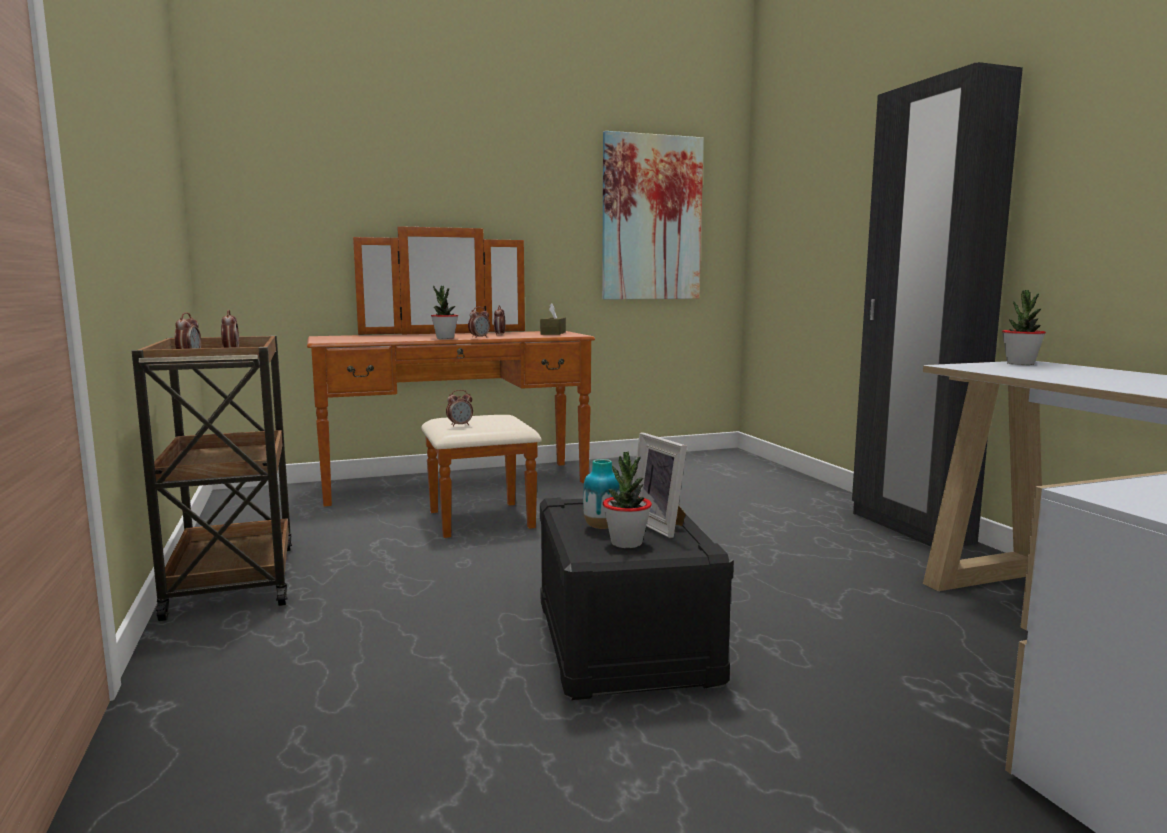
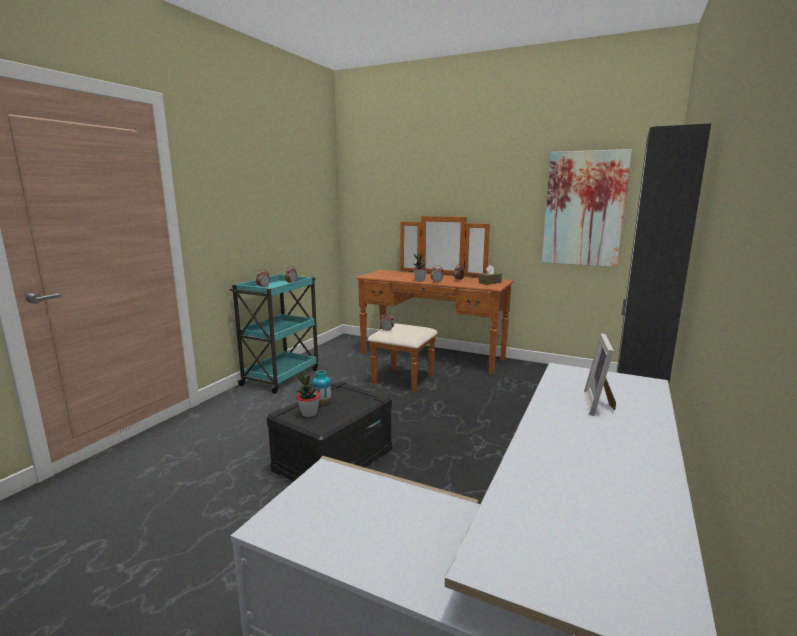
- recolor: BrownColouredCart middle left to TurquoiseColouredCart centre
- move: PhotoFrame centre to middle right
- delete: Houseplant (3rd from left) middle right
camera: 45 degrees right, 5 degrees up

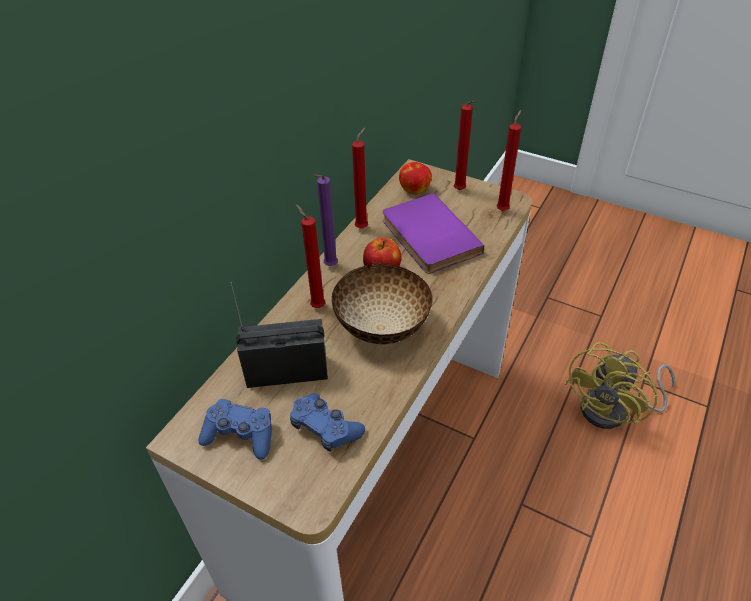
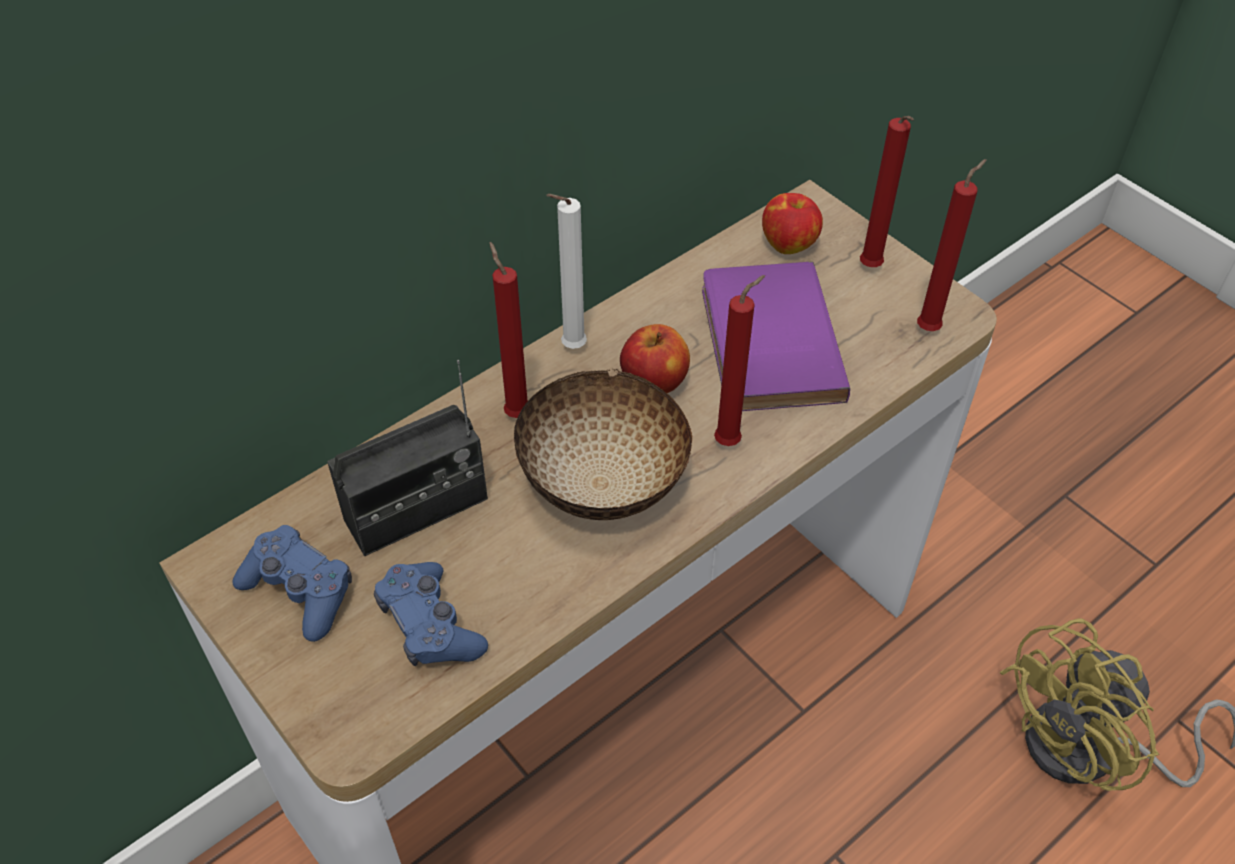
- rotate: RadioSet centre = middle left 135 degrees clockwise
- recolor: PurplishWaxCandle centre to WhiteWaxCandle top centre
- move: RedColouredWaxCandle (2nd from left) top centre to centre
camera: 20 degrees right, 5 degrees up

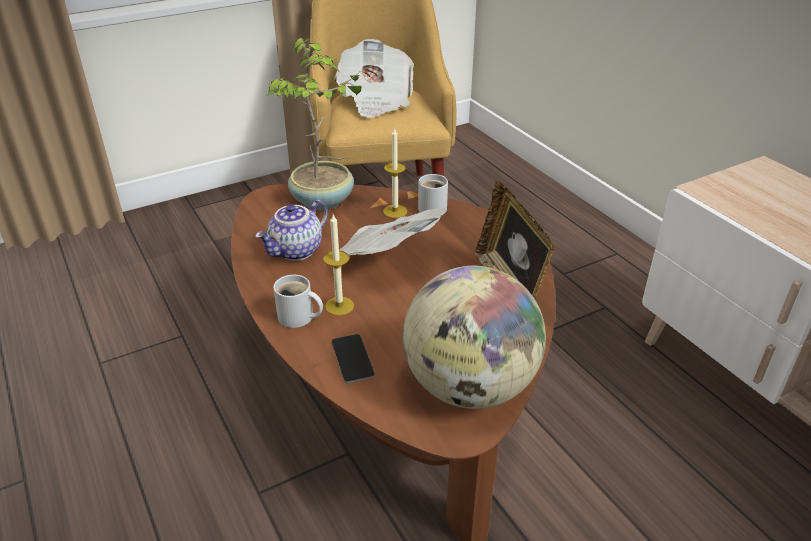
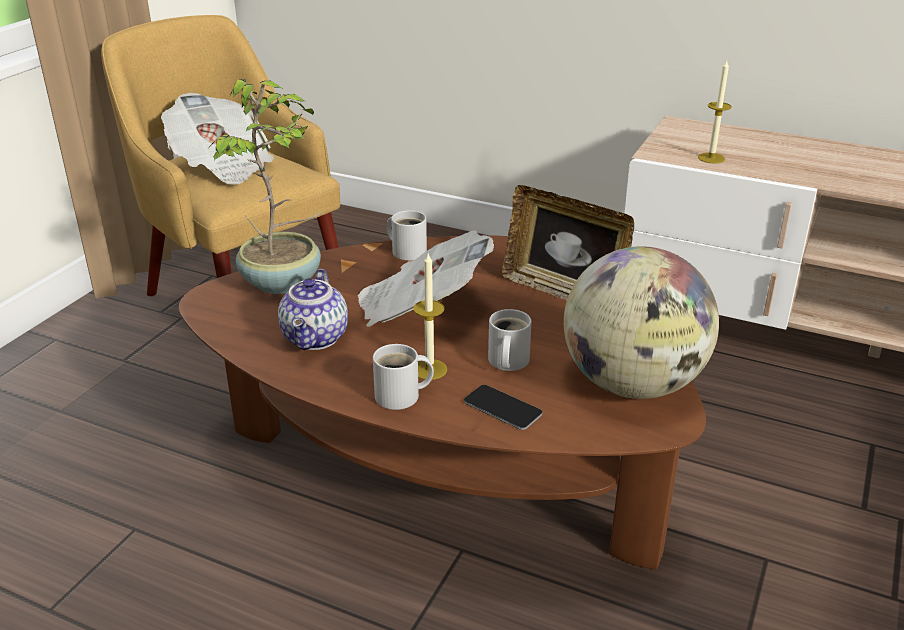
- move: WaxCandle (2nd from left) top centre to top right
- insert: WhiteTeaMug (3rd from left) centre
camera: 35 degrees left, 5 degrees down

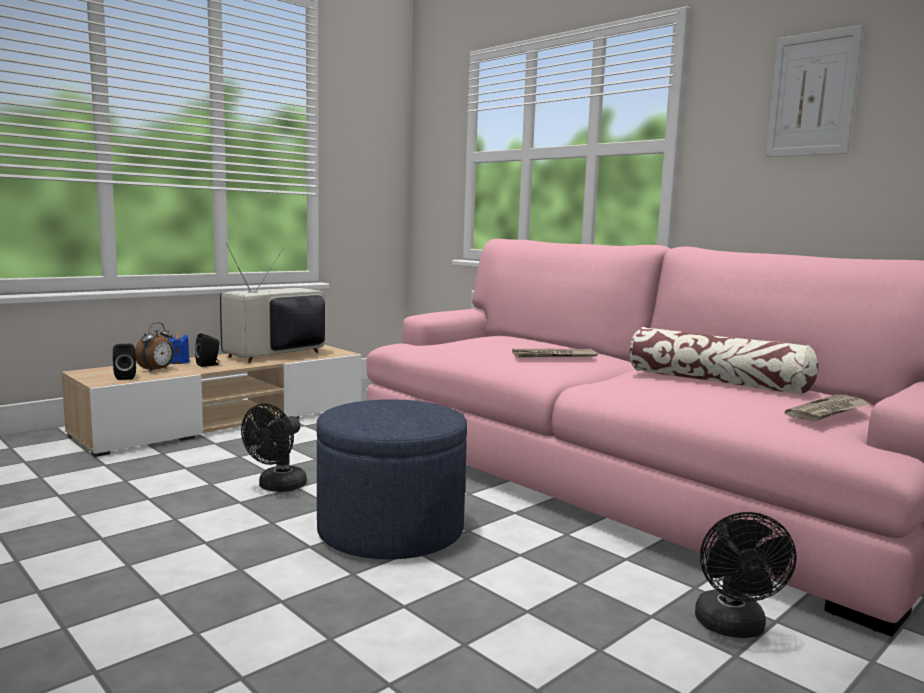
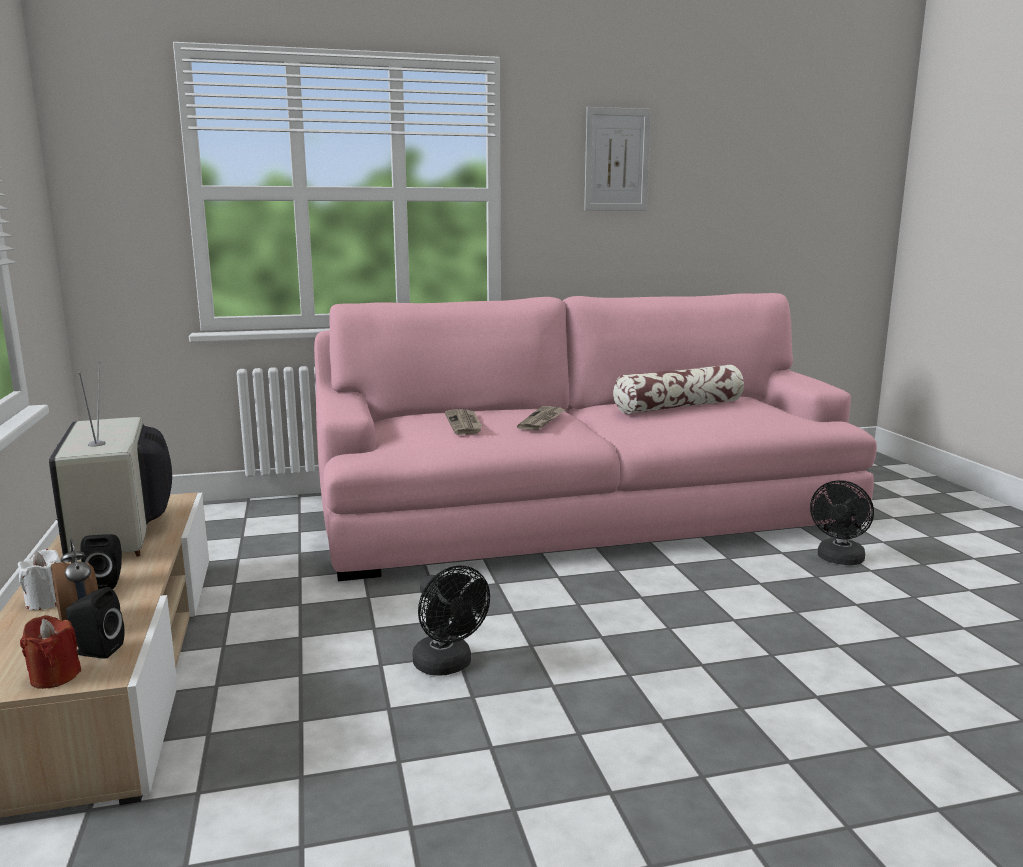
- recolor: BlueColouredWaxCandle middle left to WhiteWaxCandle bottom left
- delete: BlueColouredOttoman bottom centre
- rotate: BlackishFan (2nd from left) bottom right = middle right 90 degrees clockwise
- move: Newspaper (2nd from left in the first image) middle right to Newspaper (1st from left) centre
- insert: RedColouredWaxCandle bottom left
camera: 60 degrees left, 5 degrees up

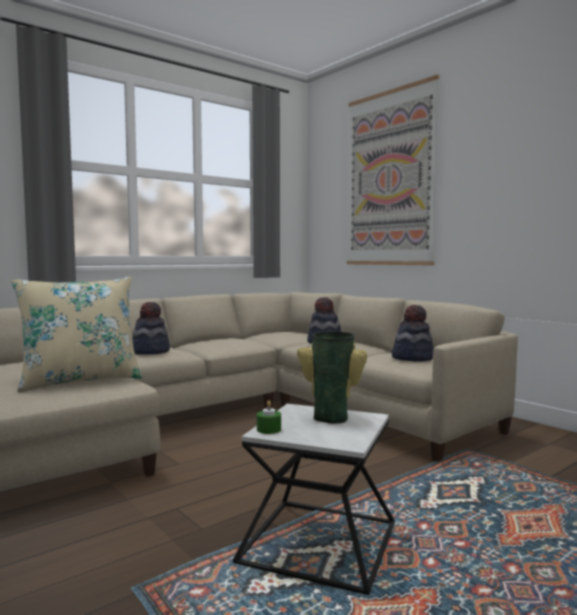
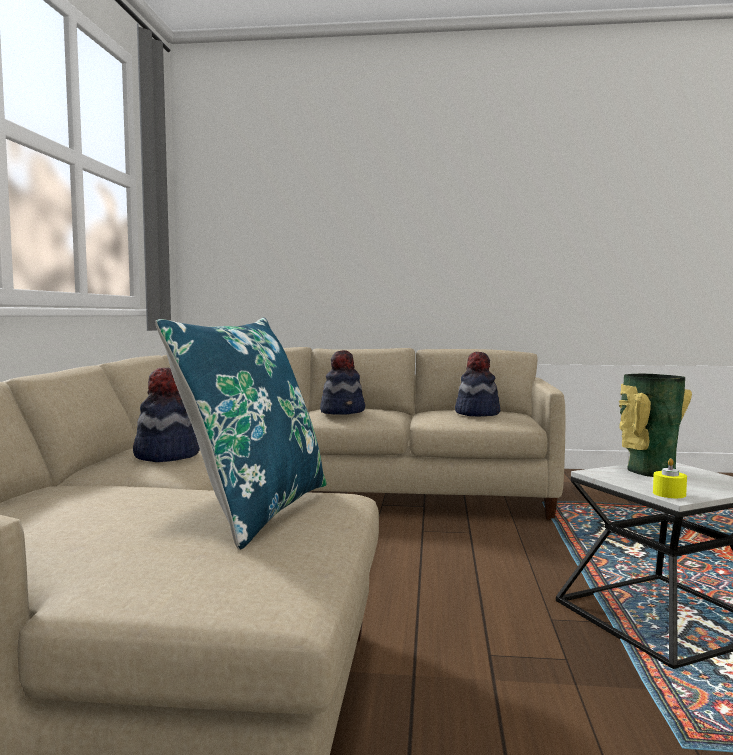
- recolor: BeigeColouredCushion middle left to BlueColouredCushion middle left
- recolor: GreenishWaxCandle bottom centre to YellowWaxCandle middle right
- delete: Picture top right
camera: 45 degrees left, 0 degrees up

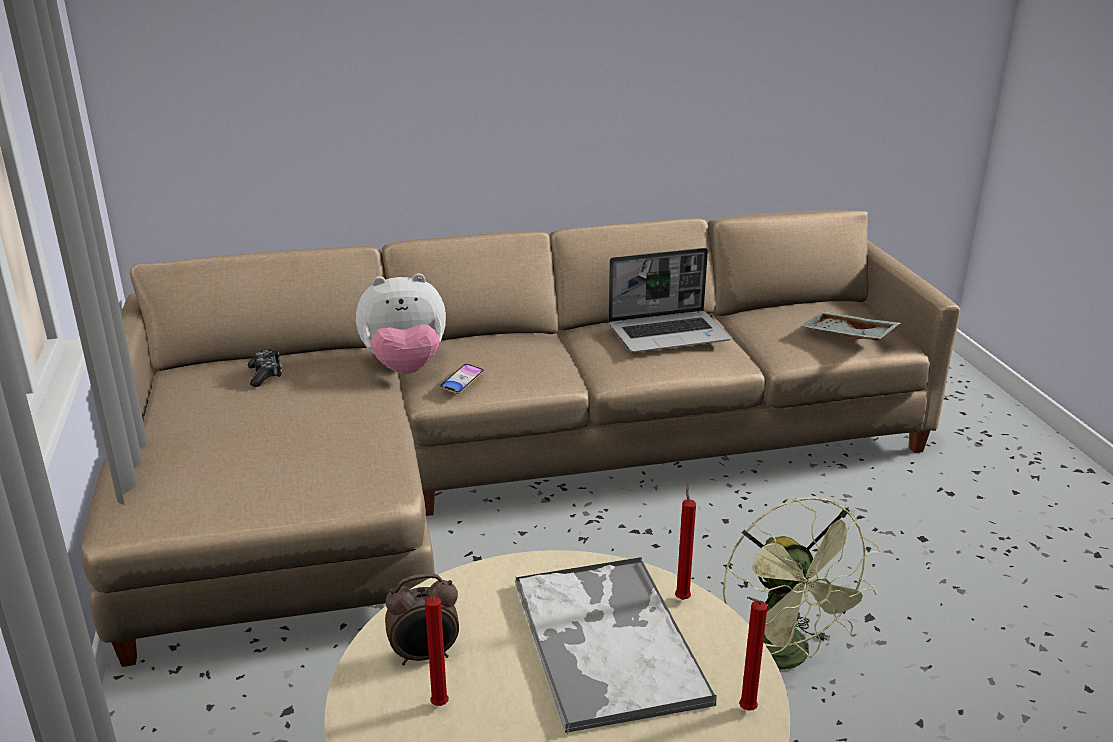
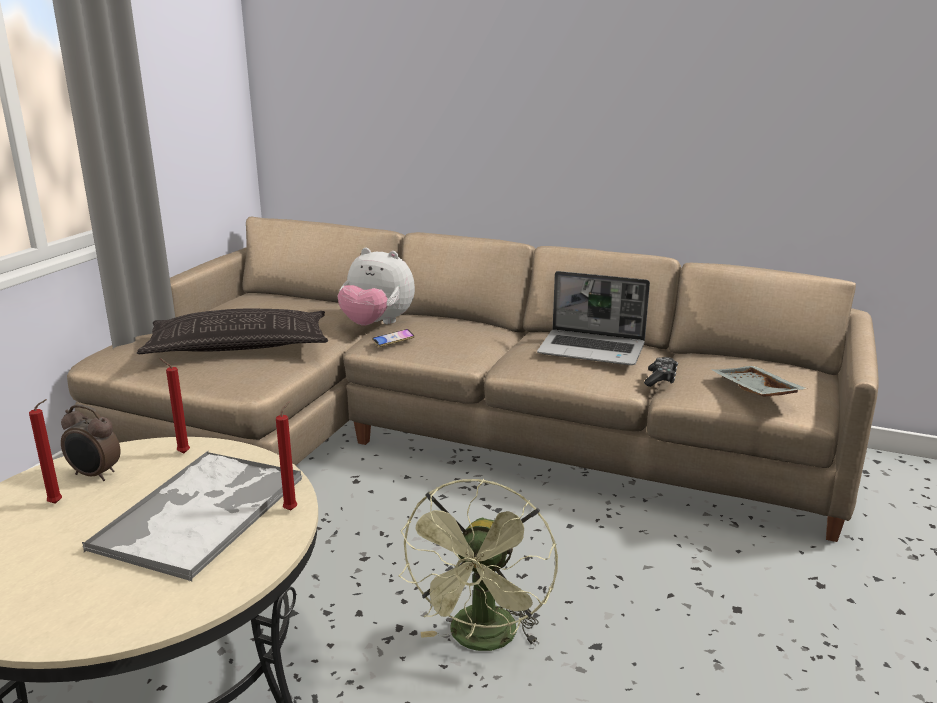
- move: Joypad middle left to middle right
- move: RedColouredWaxCandle (3rd from left in the first image) bottom right to RedColouredWaxCandle (2nd from left) middle left
- insert: Cushion middle left
camera: 35 degrees right, 5 degrees down

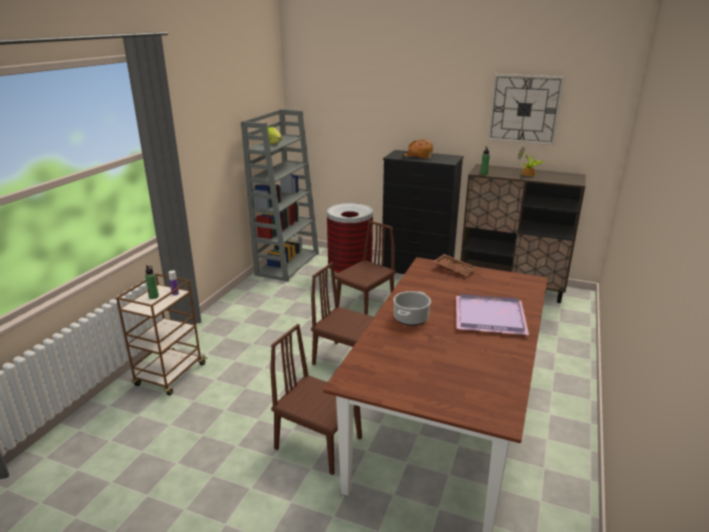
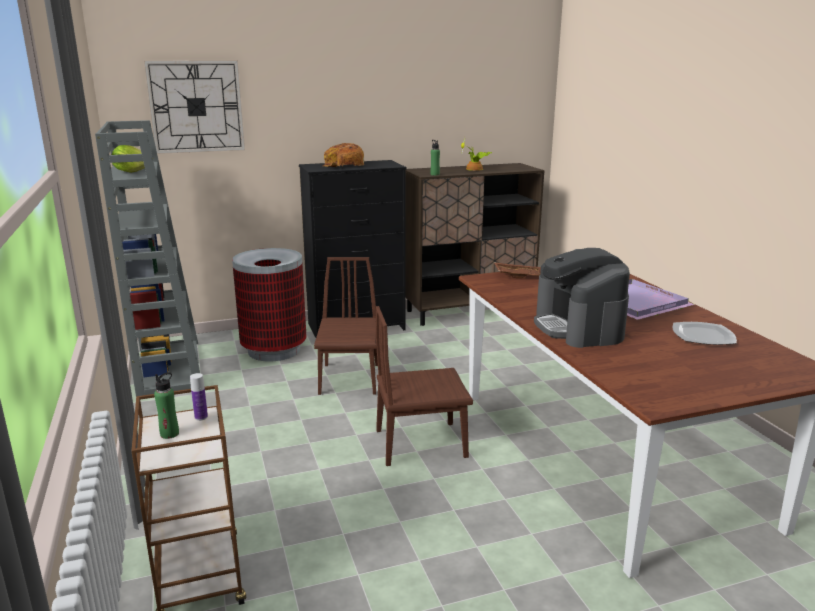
- delete: BrownColouredPlainChair (1st from left) bottom centre
- replace: CookingPot centre to CoffeeMachine middle right
- move: ClockOnTheWall top right to top left
- insert: Plate middle right
camera: 40 degrees left, 5 degrees down

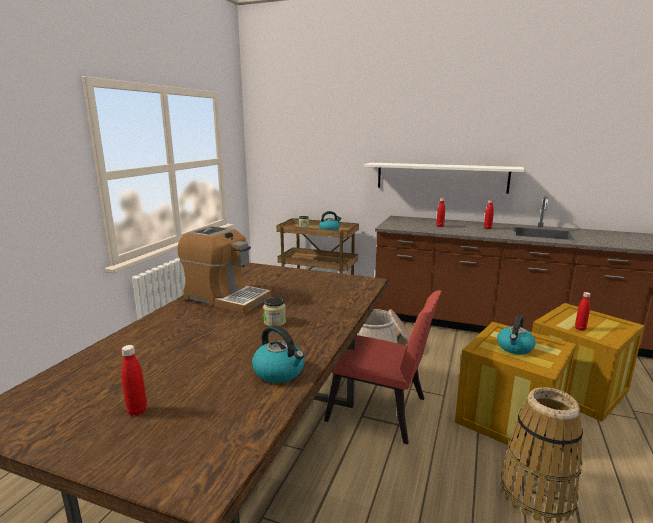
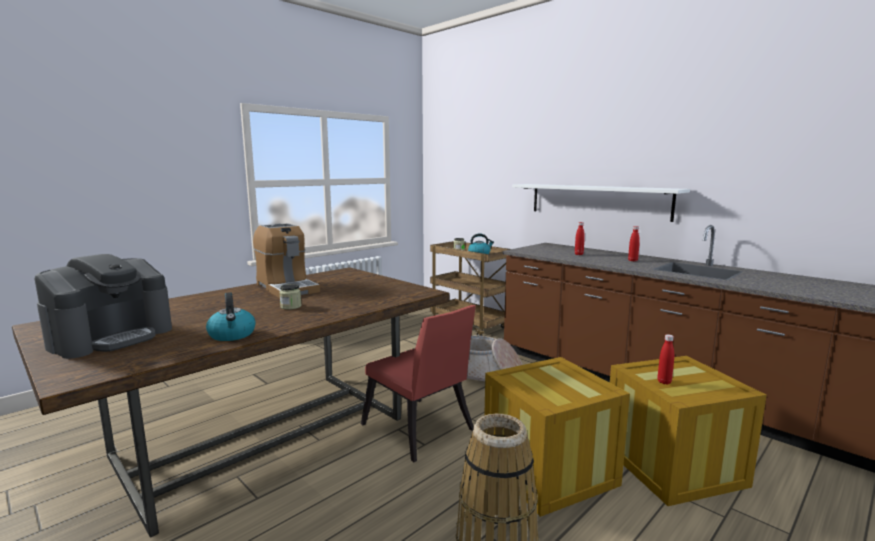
- replace: RedColouredBottle (1st from left) bottom left to CoffeeMachine (1st from left) middle left
- delete: TeaKettle (3rd from left) middle right
camera: 25 degrees right, 5 degrees down

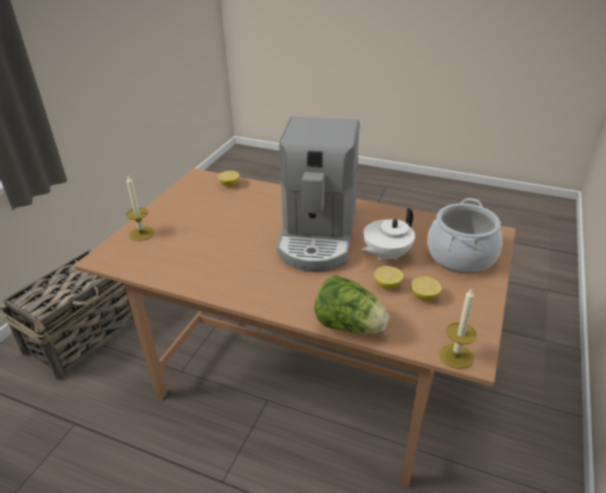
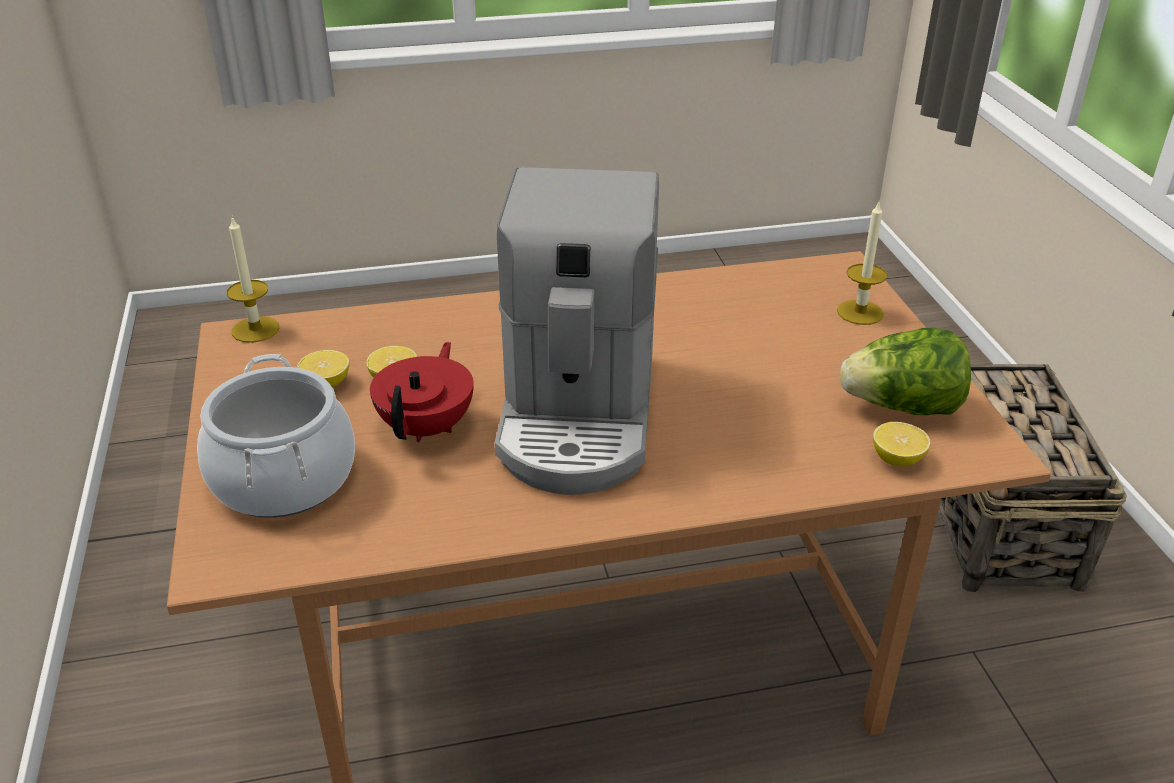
- rotate: CoffeeMachine centre = centre 150 degrees counterclockwise
- move: HeadOfLettuce centre to middle right
- recolor: WhitePotForTea centre to RedColouredPotForTea centre
camera: 145 degrees right, 0 degrees up

